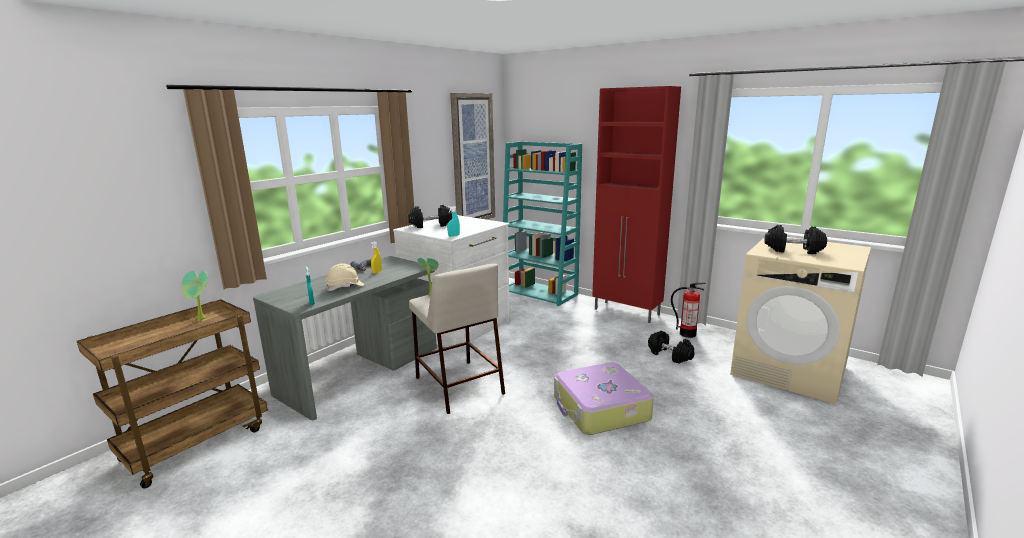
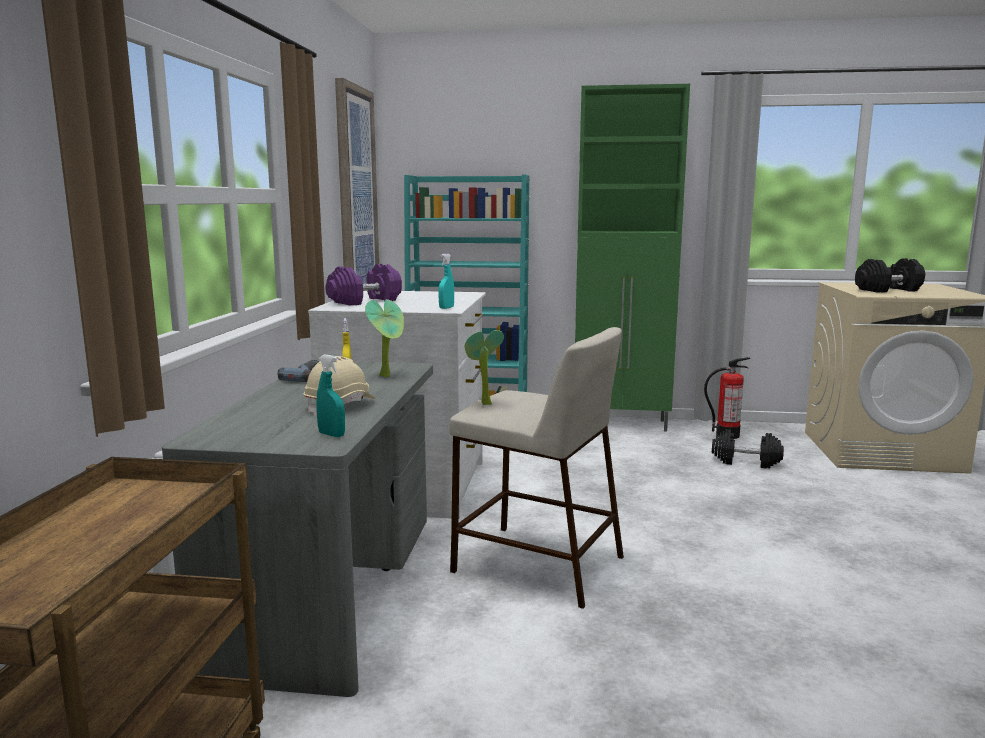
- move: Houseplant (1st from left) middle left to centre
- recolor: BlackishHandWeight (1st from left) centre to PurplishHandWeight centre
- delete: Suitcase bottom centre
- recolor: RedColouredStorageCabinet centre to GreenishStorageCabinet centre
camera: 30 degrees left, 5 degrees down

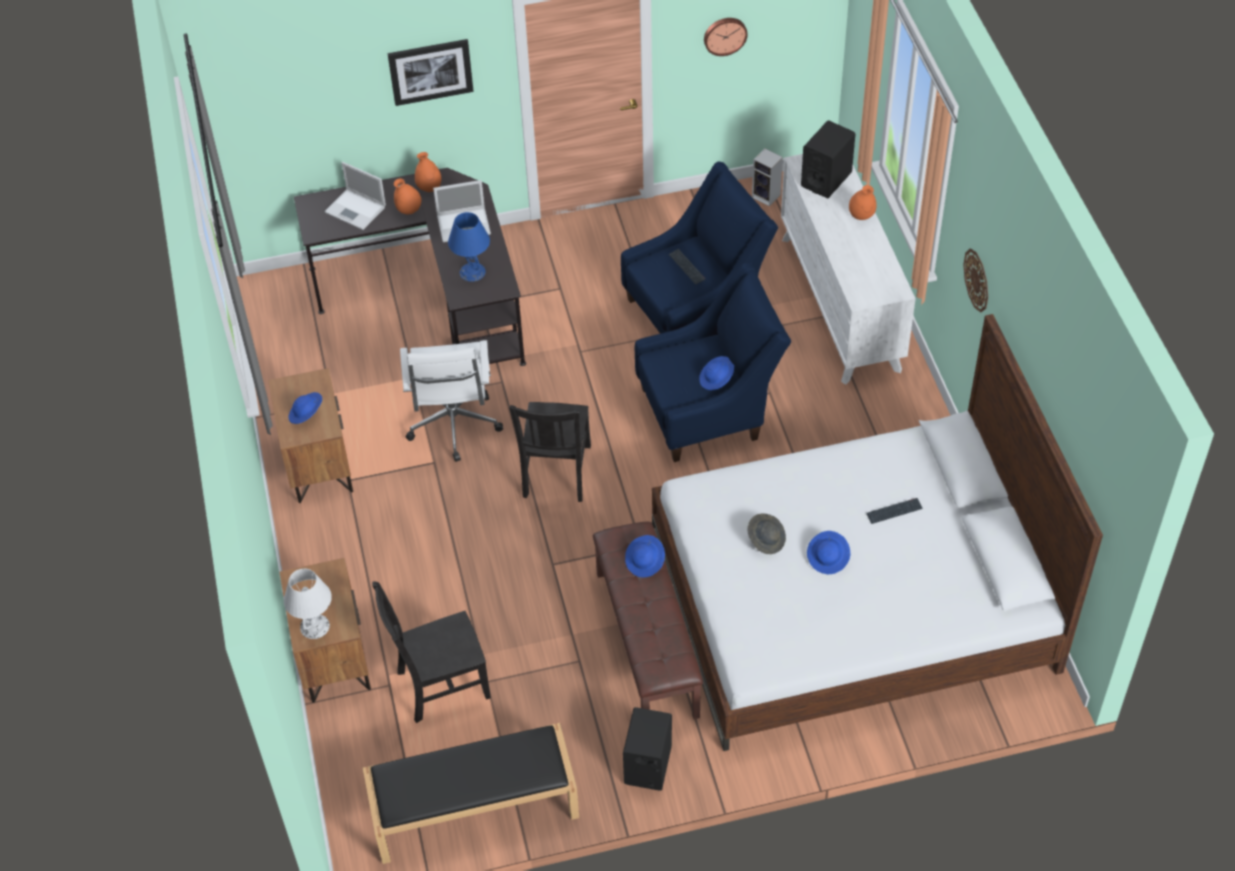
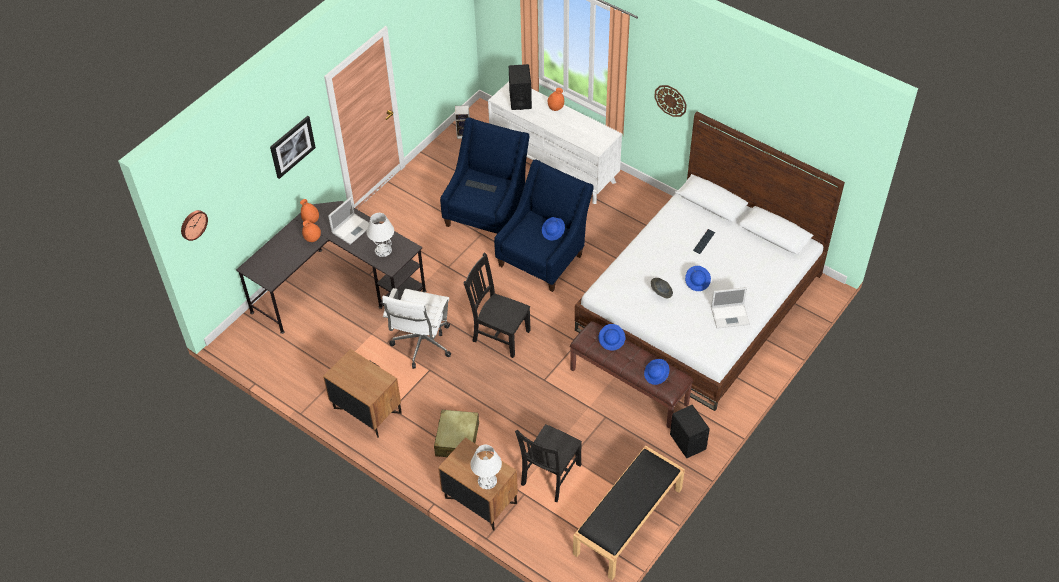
- move: BlueColouredWearableHat (1st from left in the first image) middle left to BlueColouredWearableHat (3rd from left) centre
- move: PortableComputer (1st from left in the first image) top left to PortableComputer (2nd from left) middle right
- rotate: WhiteDeskChair centre = centre 60 degrees clockwise
- recolor: BlueColouredLampForATable top centre to WhiteLampForATable (1st from left) centre
- rotate: BlackishPlainChair (2nd from left in the first image) centre = centre 150 degrees clockwise
- move: ClockOnTheWall (1st from left) top centre to middle left
- insert: BeigeColouredSuitcase bottom centre
camera: 40 degrees left, 0 degrees up

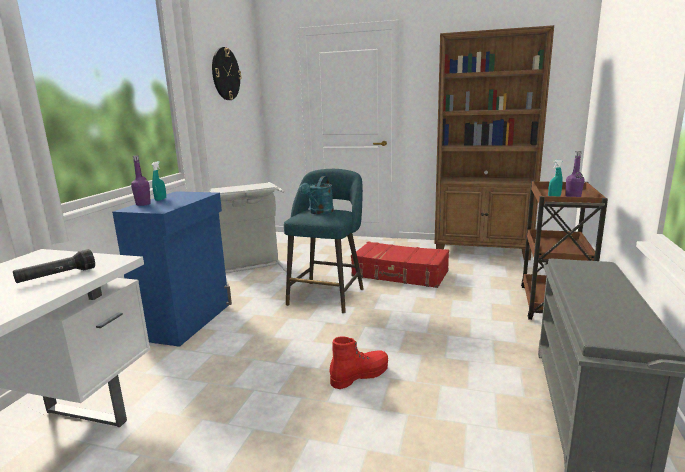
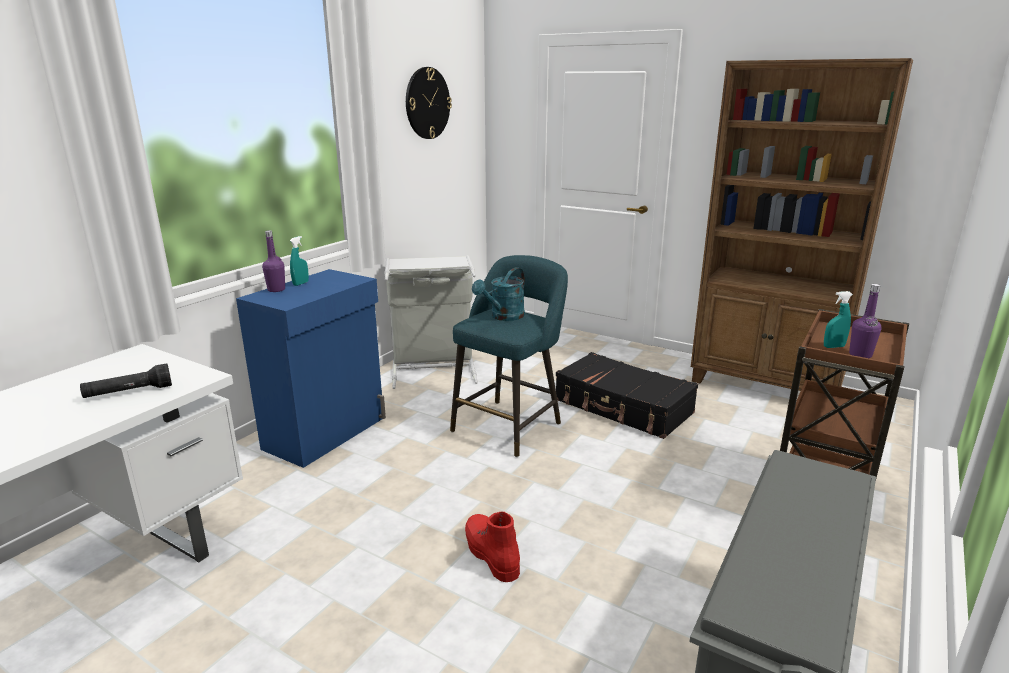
- rotate: RedColouredBoot bottom centre = bottom centre 105 degrees counterclockwise
- recolor: RedColouredSuitcase centre to BlackishSuitcase centre
camera: 15 degrees right, 5 degrees up

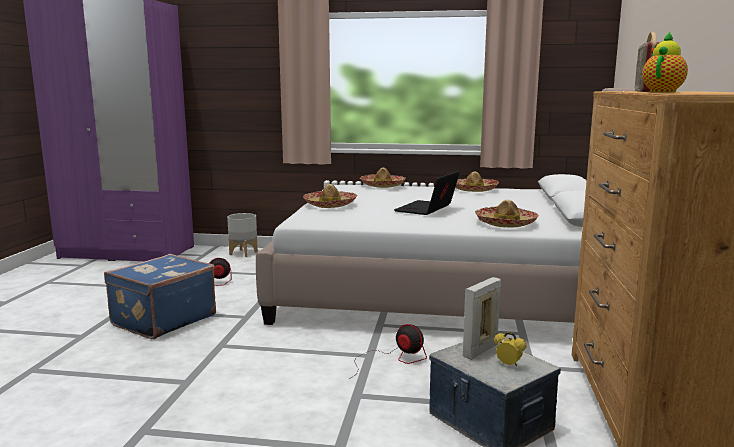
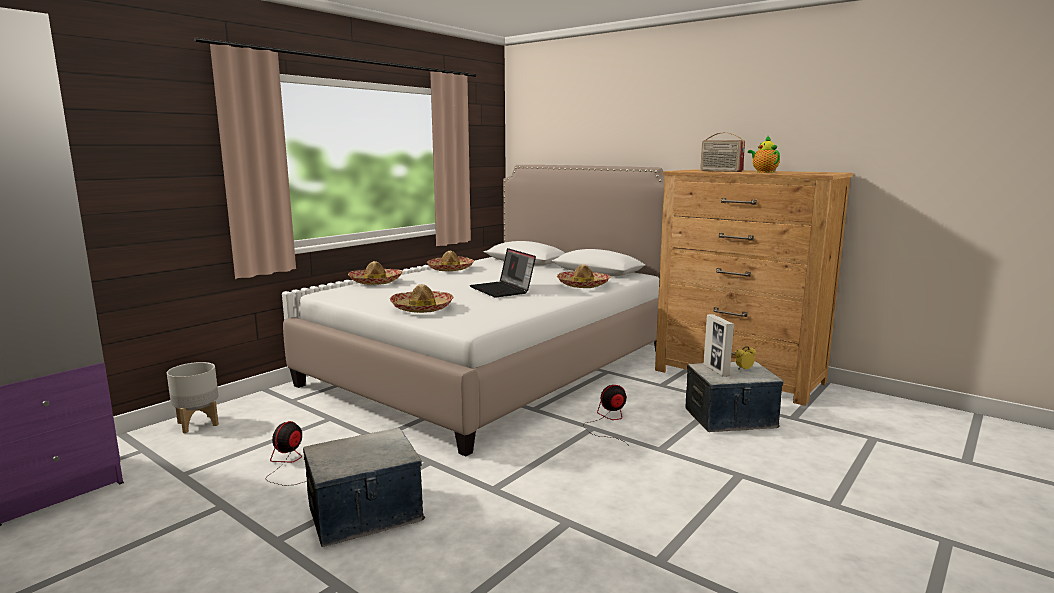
- replace: BlueColouredSuitcase middle left to StorageContainer (1st from left) bottom centre
camera: 60 degrees left, 0 degrees up

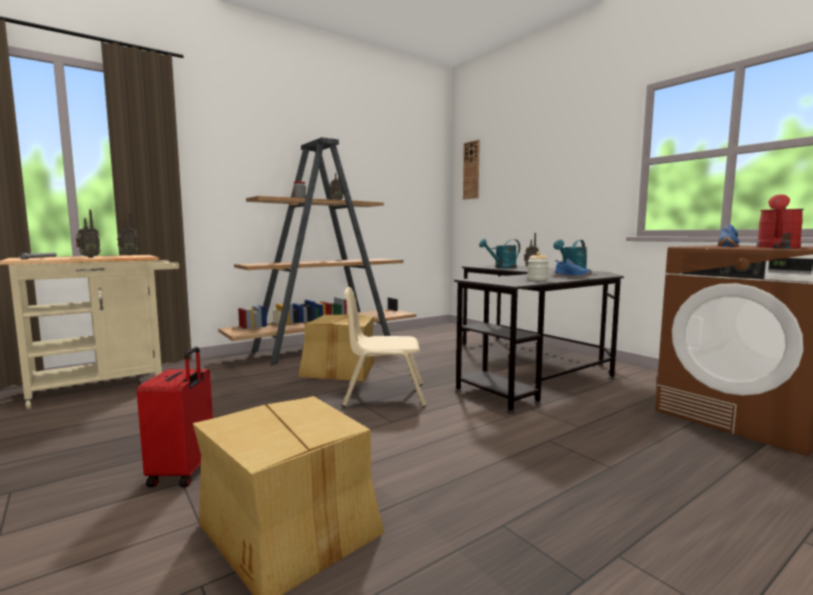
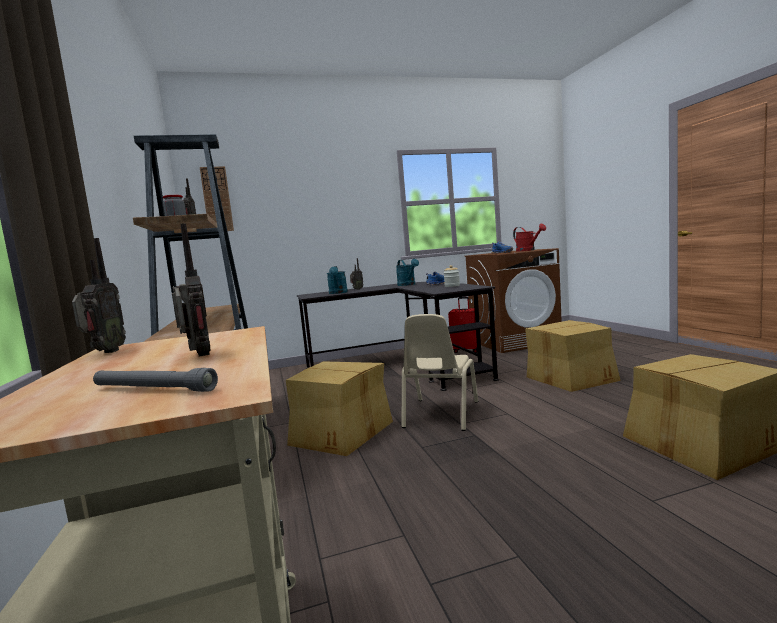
- move: RedColouredSuitcase bottom left to centre
- insert: Carton (2nd from left) middle right
camera: 70 degrees left, 0 degrees up

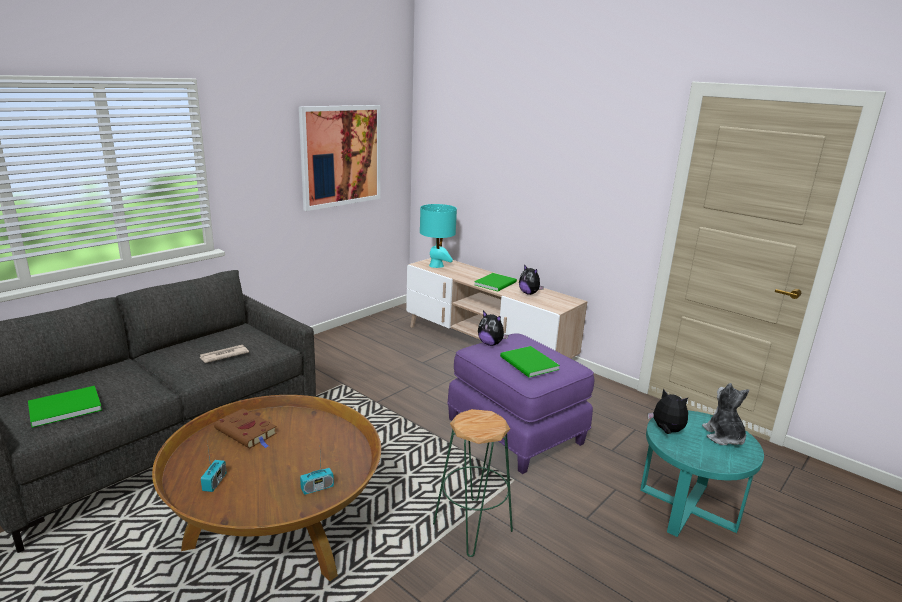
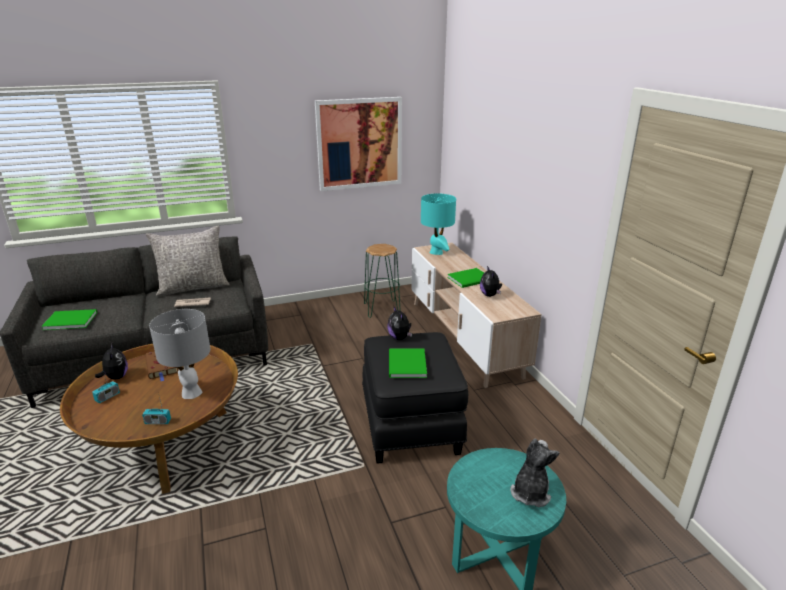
- move: GreenishStool bottom centre to centre
- recolor: PurplishOttoman bottom centre to BlackishOttoman bottom centre
- move: SoftToy (3rd from left in the first image) bottom right to SoftToy (1st from left) middle left
- insert: GreyCushion middle left
- insert: GreyLampForATable middle left
camera: 30 degrees right, 5 degrees up

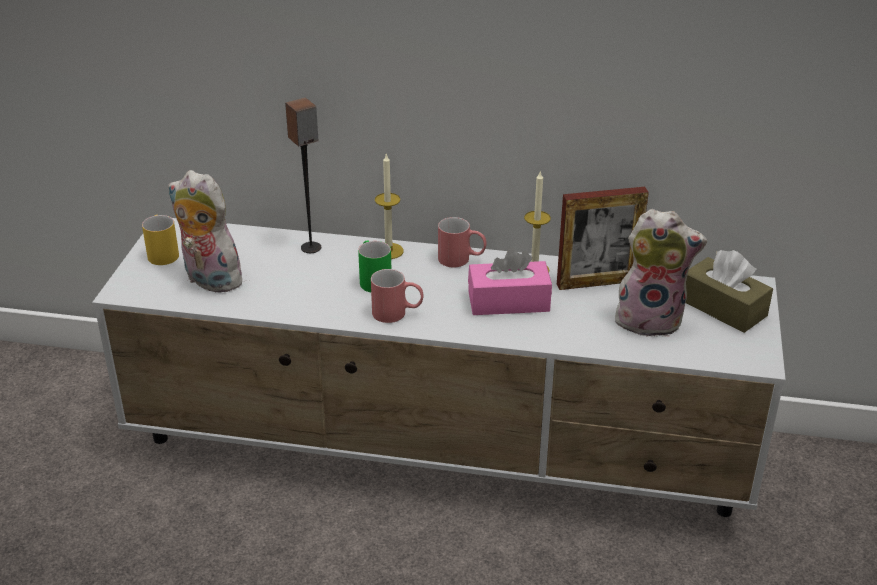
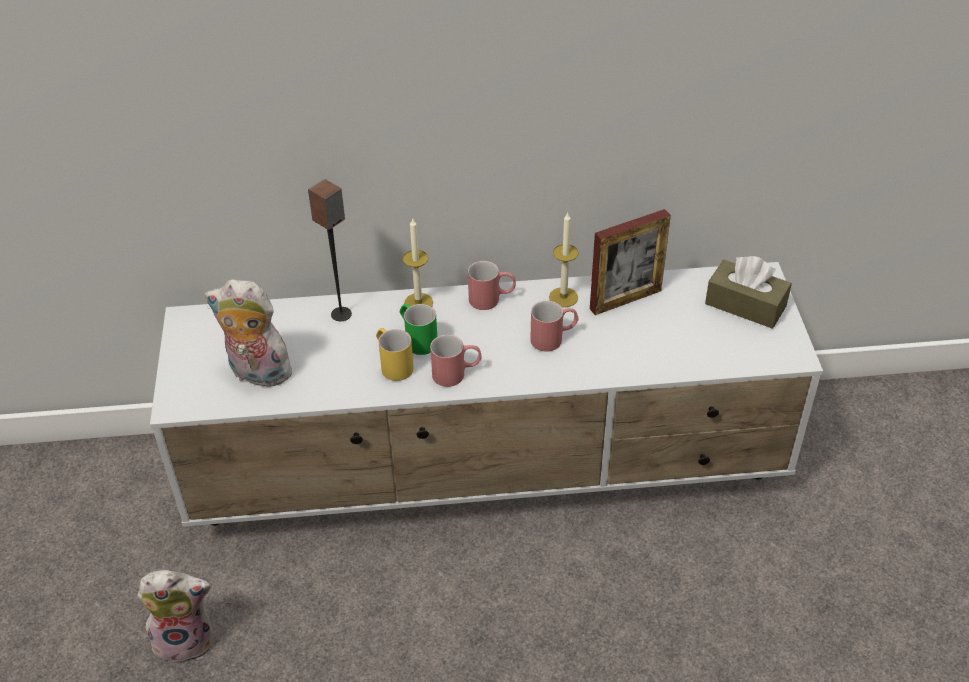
- move: YellowTeaMug middle left to centre
- replace: PinkishBoxOfTissues centre to RedColouredTeaMug (3rd from left) centre
- move: SoftToy (2nd from left in the first image) middle right to SoftToy (1st from left) bottom left
camera: 15 degrees left, 10 degrees up

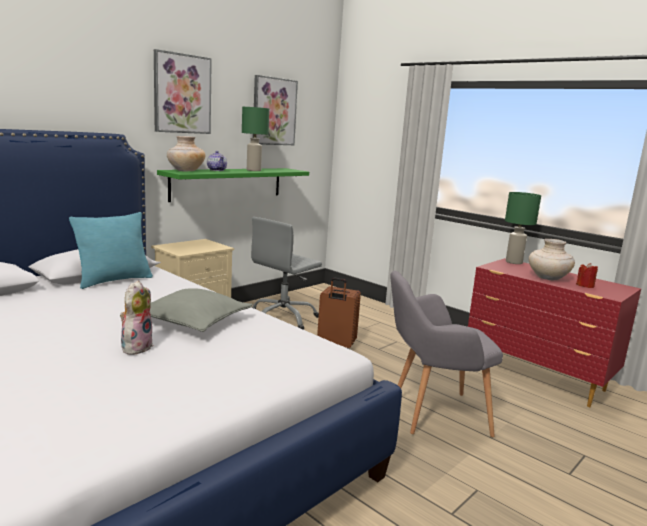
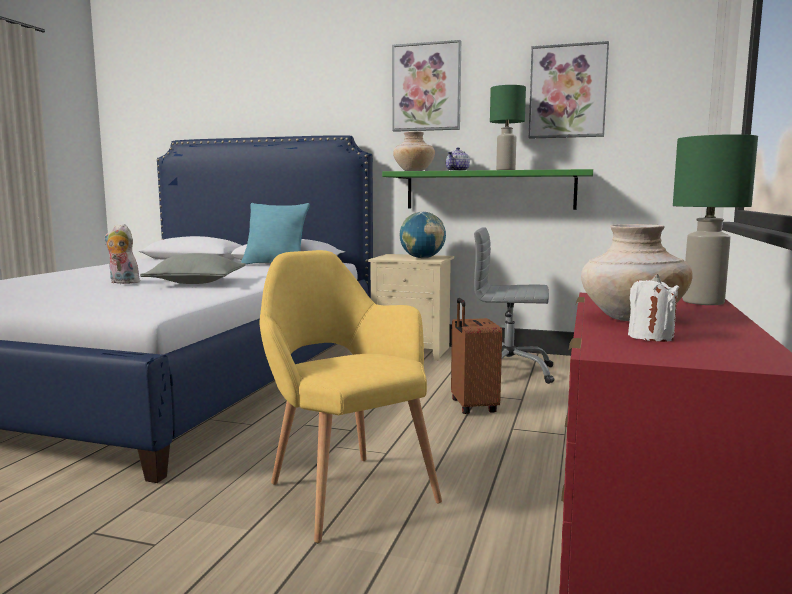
- rotate: SoftToy middle left = middle left 150 degrees counterclockwise
- recolor: GreyEasyChair bottom right to YellowEasyChair bottom centre
- recolor: RedColouredWaxCandle middle right to WhiteWaxCandle middle right
- insert: DeskGlobe centre
camera: 65 degrees right, 5 degrees down

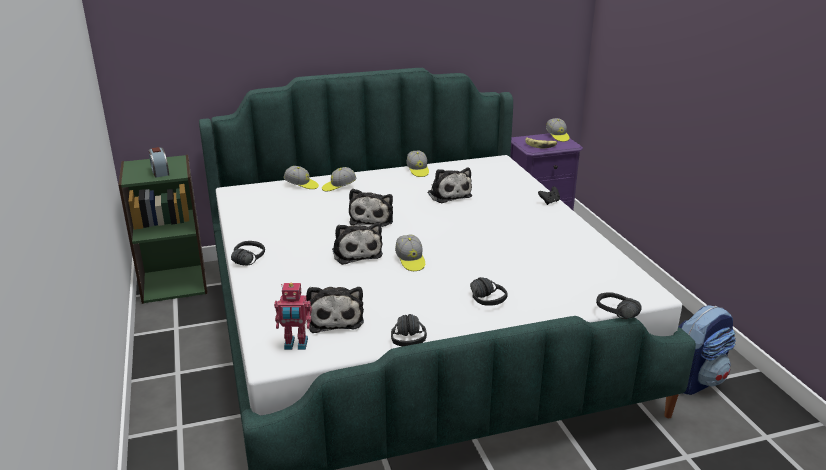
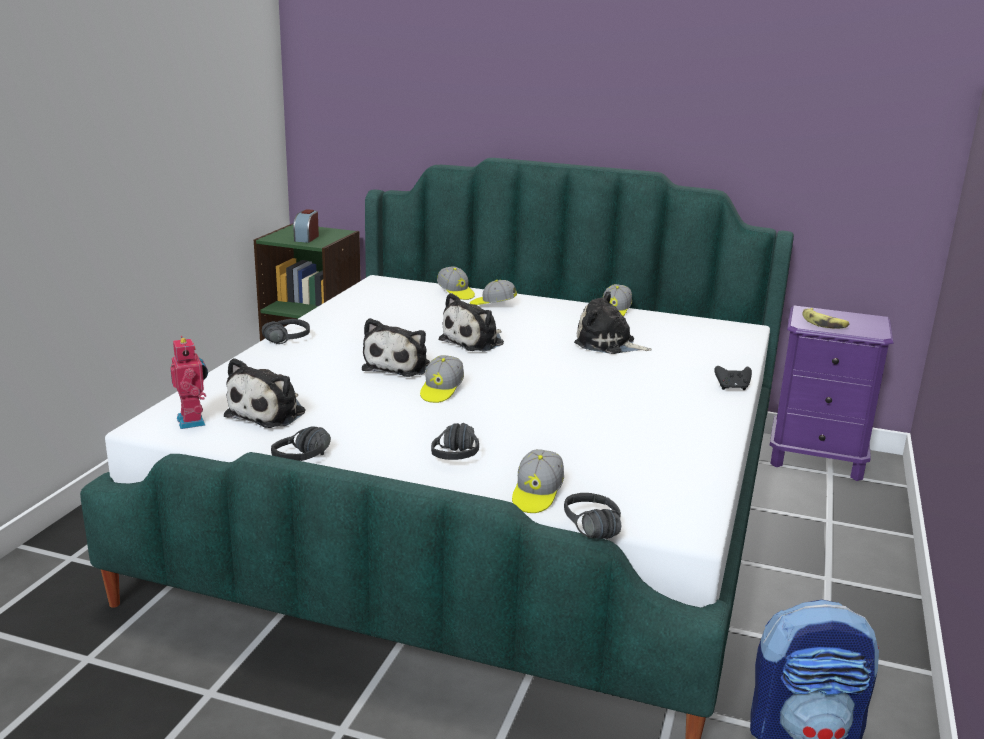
- rotate: ModelRobot bottom centre = middle left 150 degrees counterclockwise
- rotate: SoftToy (4th from left) centre = centre 105 degrees clockwise
- move: BaseballCap (5th from left in the first image) top right to BaseballCap (4th from left) centre
camera: 35 degrees right, 5 degrees down

